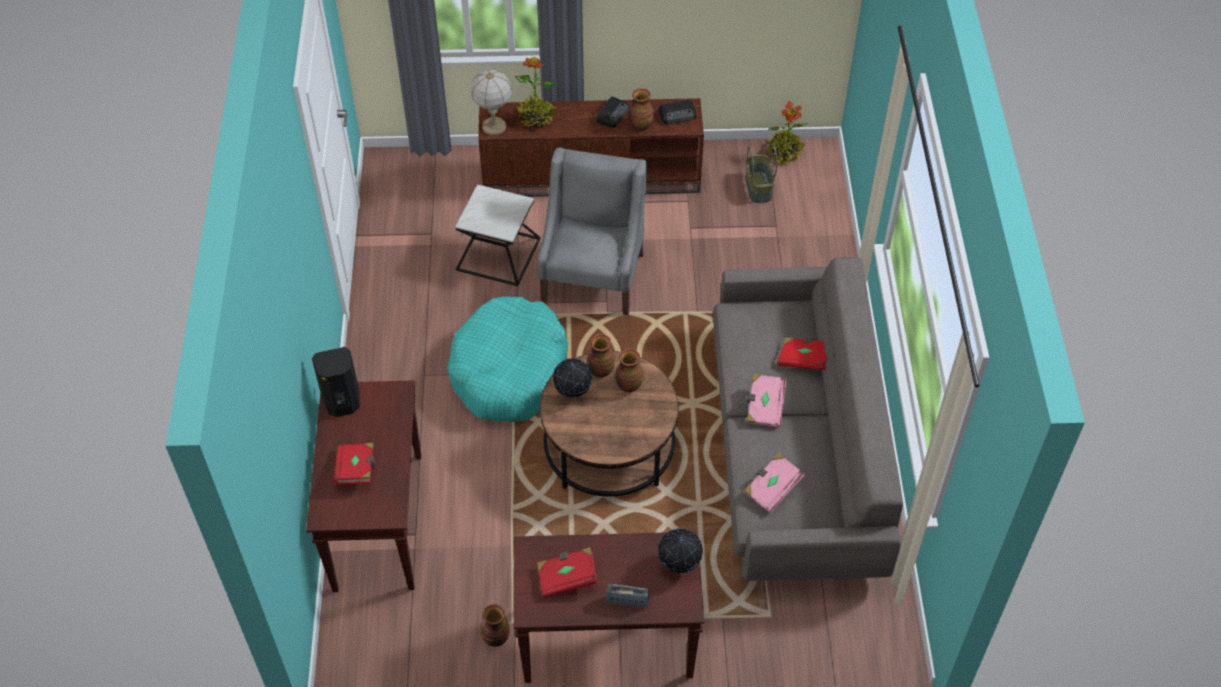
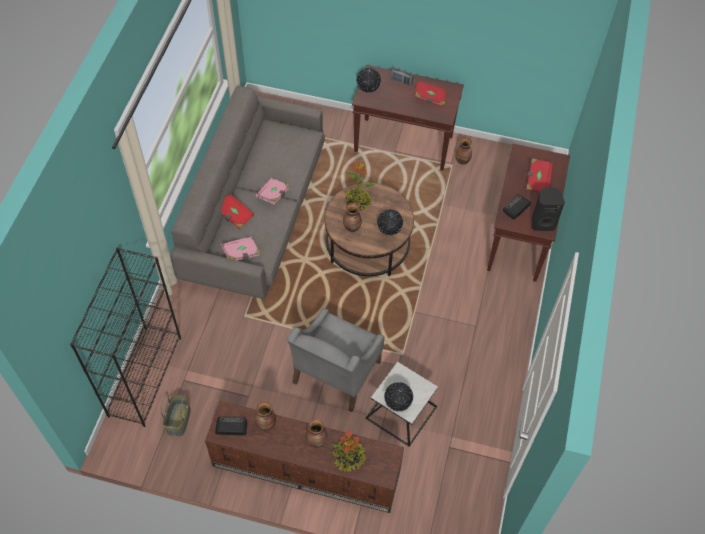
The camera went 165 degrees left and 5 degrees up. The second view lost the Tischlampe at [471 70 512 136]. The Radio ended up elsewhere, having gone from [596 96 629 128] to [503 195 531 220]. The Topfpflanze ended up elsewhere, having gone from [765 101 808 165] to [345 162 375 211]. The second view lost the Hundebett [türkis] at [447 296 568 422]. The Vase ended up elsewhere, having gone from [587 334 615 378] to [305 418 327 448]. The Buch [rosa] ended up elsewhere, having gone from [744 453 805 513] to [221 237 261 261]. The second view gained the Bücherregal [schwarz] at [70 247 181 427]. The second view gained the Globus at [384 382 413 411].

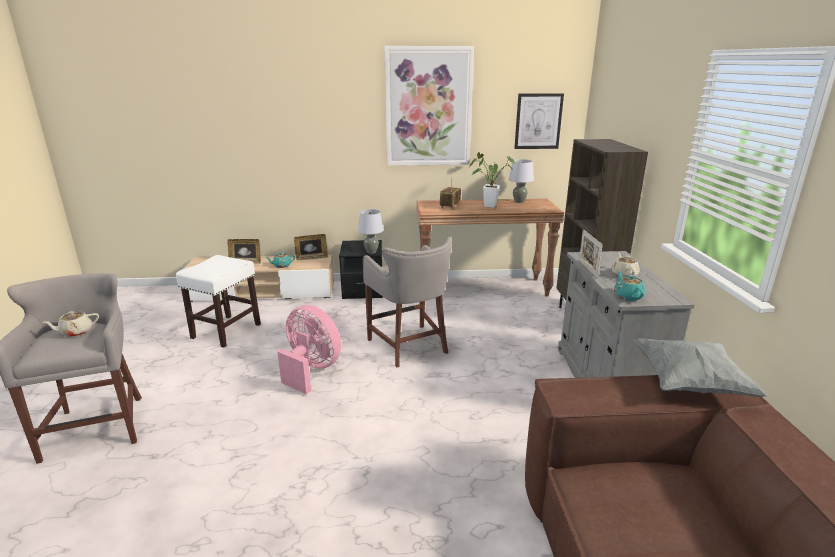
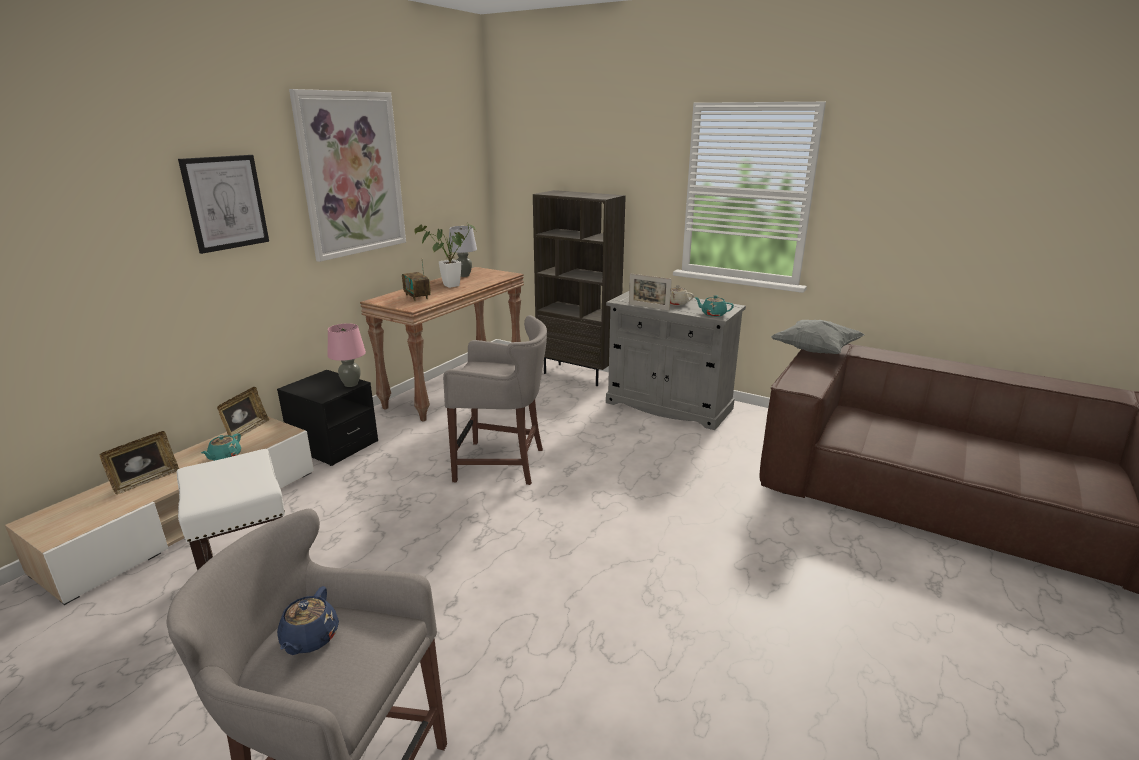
The camera went 55 degrees left and 0 degrees up. The Bild ended up elsewhere, having gone from [514 93 564 149] to [178 155 269 254]. What was the Tischlampe [grau] at [358 209 383 254] turned into the Tischlampe [rosa] at [328 323 366 387]. The second view lost the Ventilator [rosa] at [277 305 341 394]. What was the Teekanne [beige] at [42 311 99 337] turned into the Teekanne [blau] at [277 586 339 655].

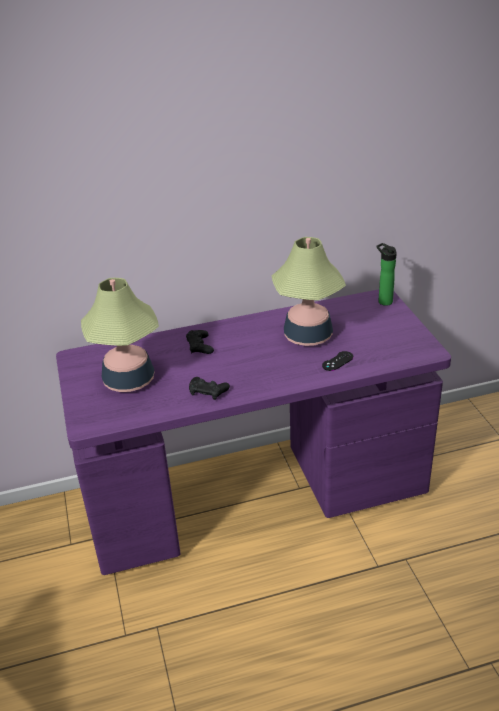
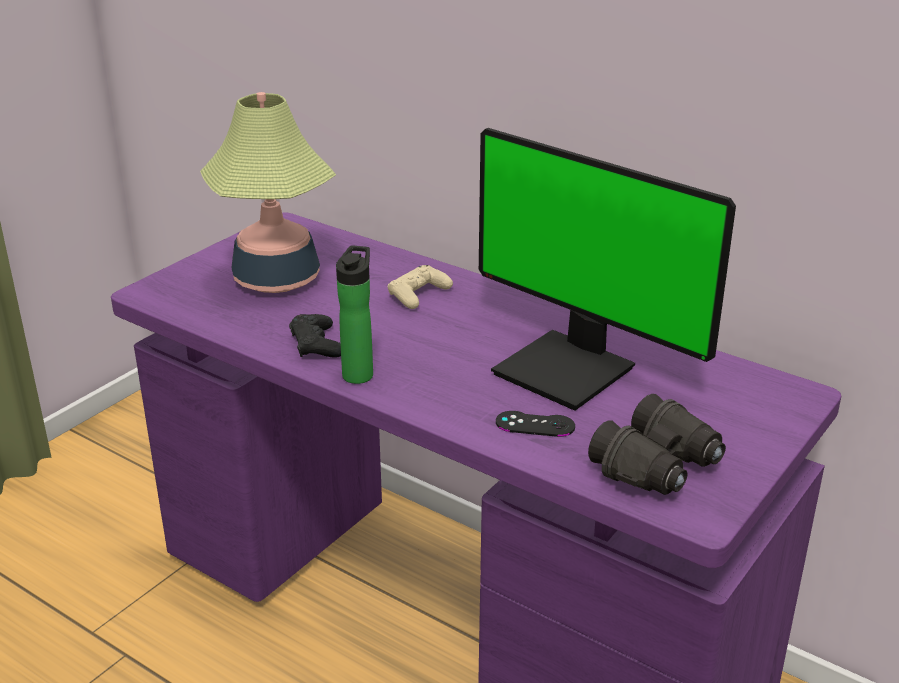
The camera went 50 degrees right and 5 degrees down. Where the Tischlampe stood at [272 237 346 346], the Monitor came to stand at [479 128 736 411]. The Flasche ended up elsewhere, having gone from [376 243 397 306] to [336 246 373 384]. What was the Gamepad [schwarz] at [186 330 214 354] turned into the Gamepad [beige] at [388 265 453 309]. The second view gained the Fernglas [schwarz] at [588 394 726 495].

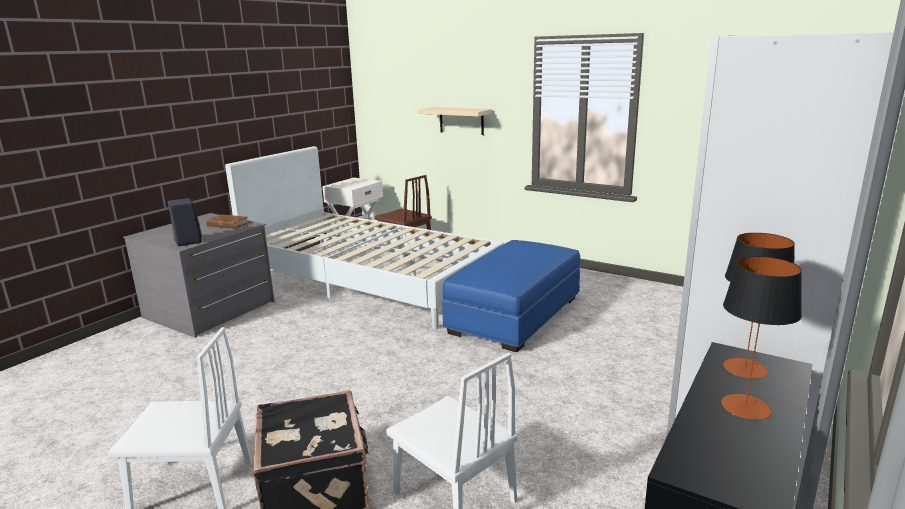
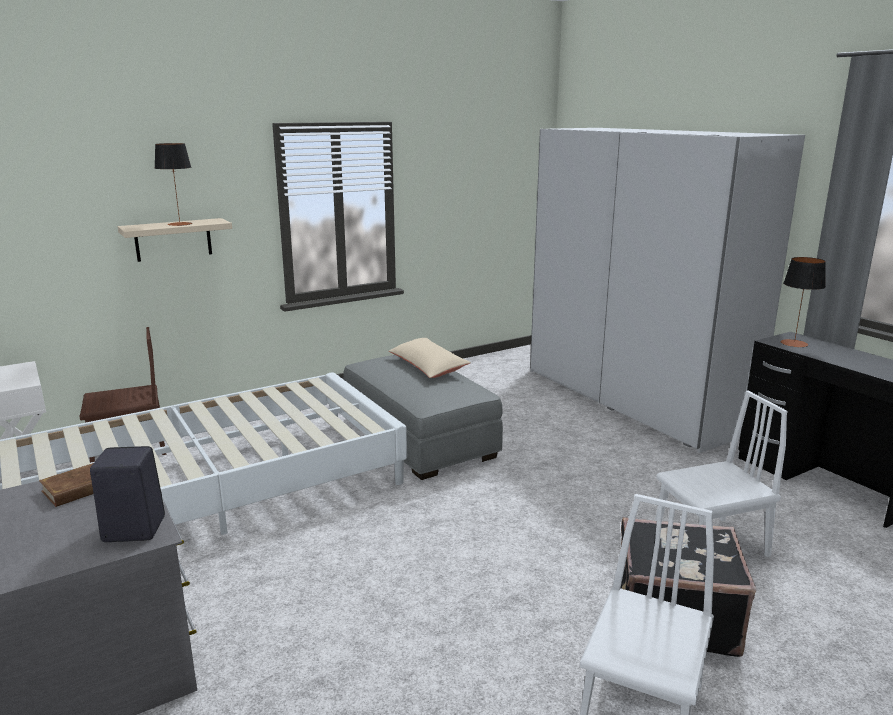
The camera went 65 degrees left and 0 degrees up. What was the Polsterhocker [blau] at [442 240 580 352] turned into the Polsterhocker [grau] at [343 355 503 480]. The Tischlampe ended up elsewhere, having gone from [722 256 802 420] to [155 143 192 226]. The second view gained the Kissen [beige] at [389 338 471 378].

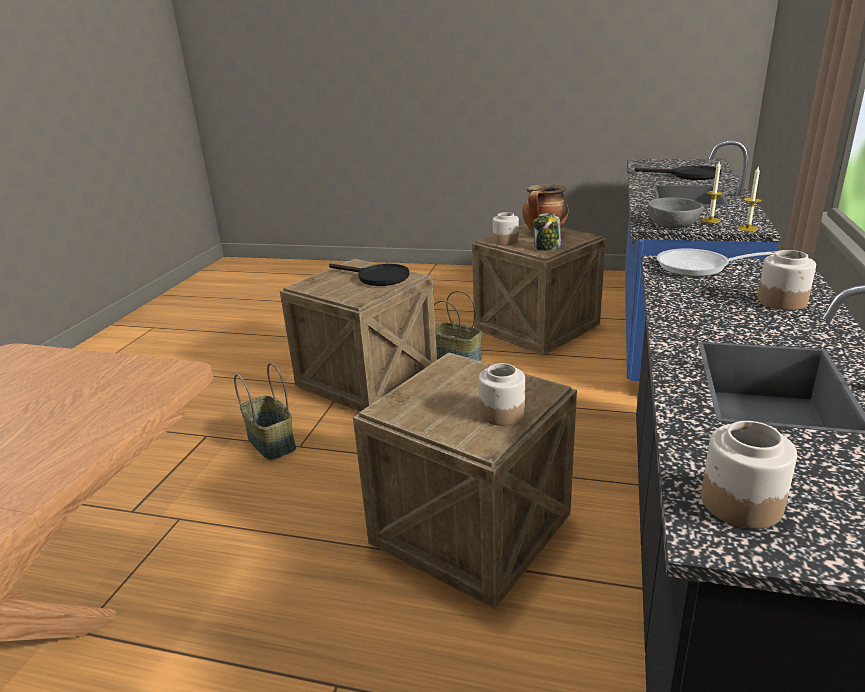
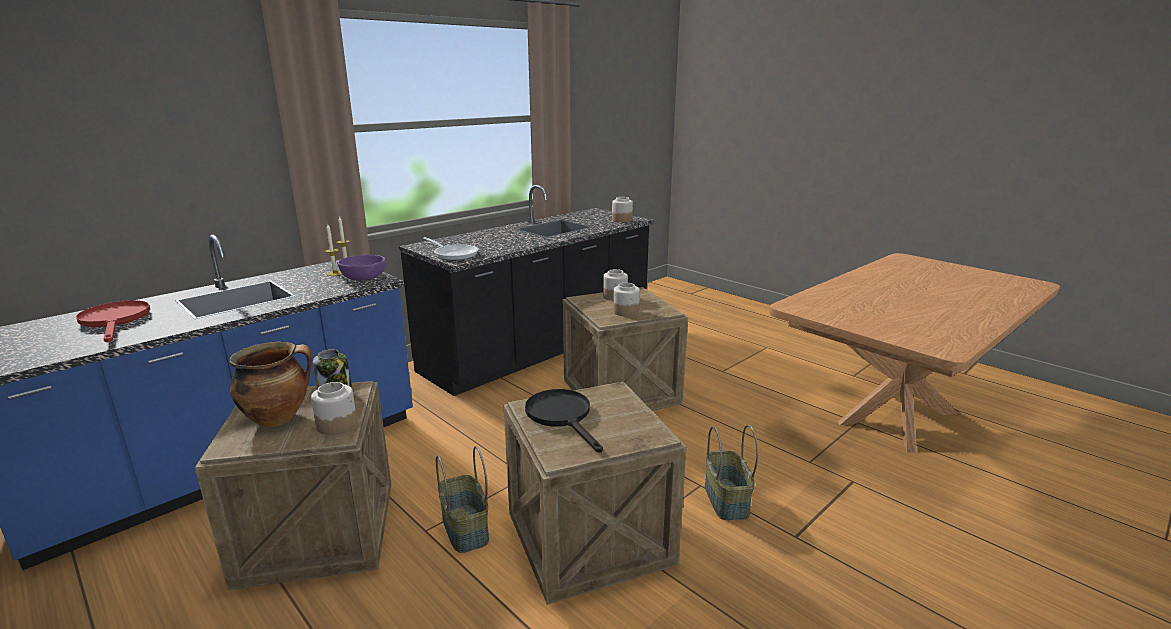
The camera went 150 degrees left and 5 degrees down. What was the Pfanne [schwarz] at [635 166 721 180] turned into the Pfanne [rot] at [76 300 150 342]. What was the Schüssel [grau] at [648 198 703 228] turned into the Schüssel [lila] at [337 255 386 280]. The Vorratsglas ended up elsewhere, having gone from [757 250 816 310] to [613 283 640 317].

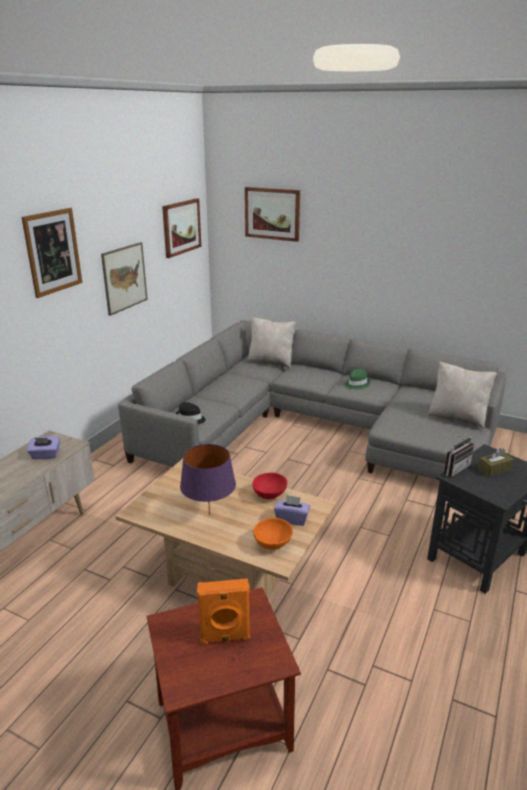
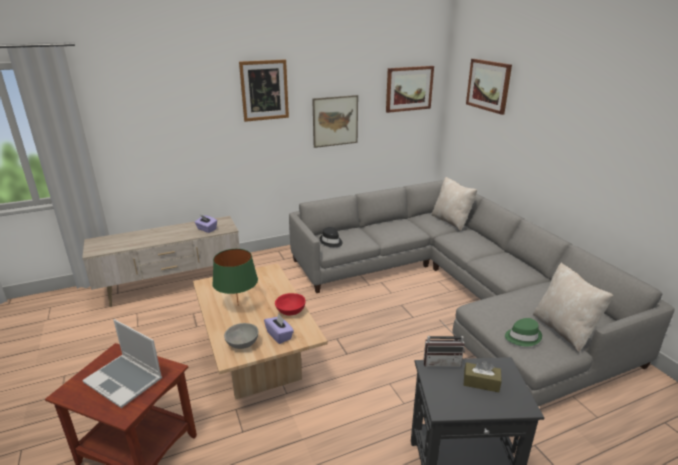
The camera went 40 degrees right and 0 degrees up. The Hut [grün] ended up elsewhere, having gone from [345 369 370 390] to [505 318 542 346]. What was the Tischlampe [lila] at [180 444 236 515] turned into the Tischlampe [grün] at [212 249 258 306]. What was the Schüssel [orange] at [253 518 293 550] turned into the Schüssel [grau] at [224 323 258 349]. Where the Lautsprecher [orange] stood at [197 578 250 644], the Laptop came to stand at [82 319 162 408].

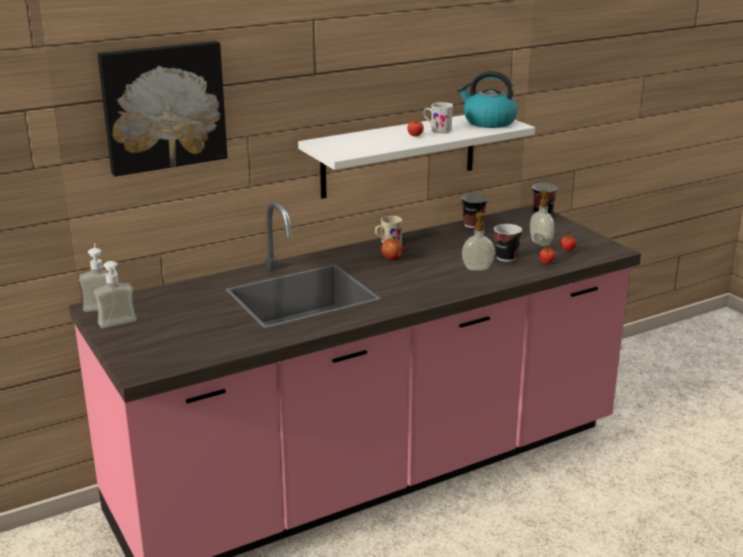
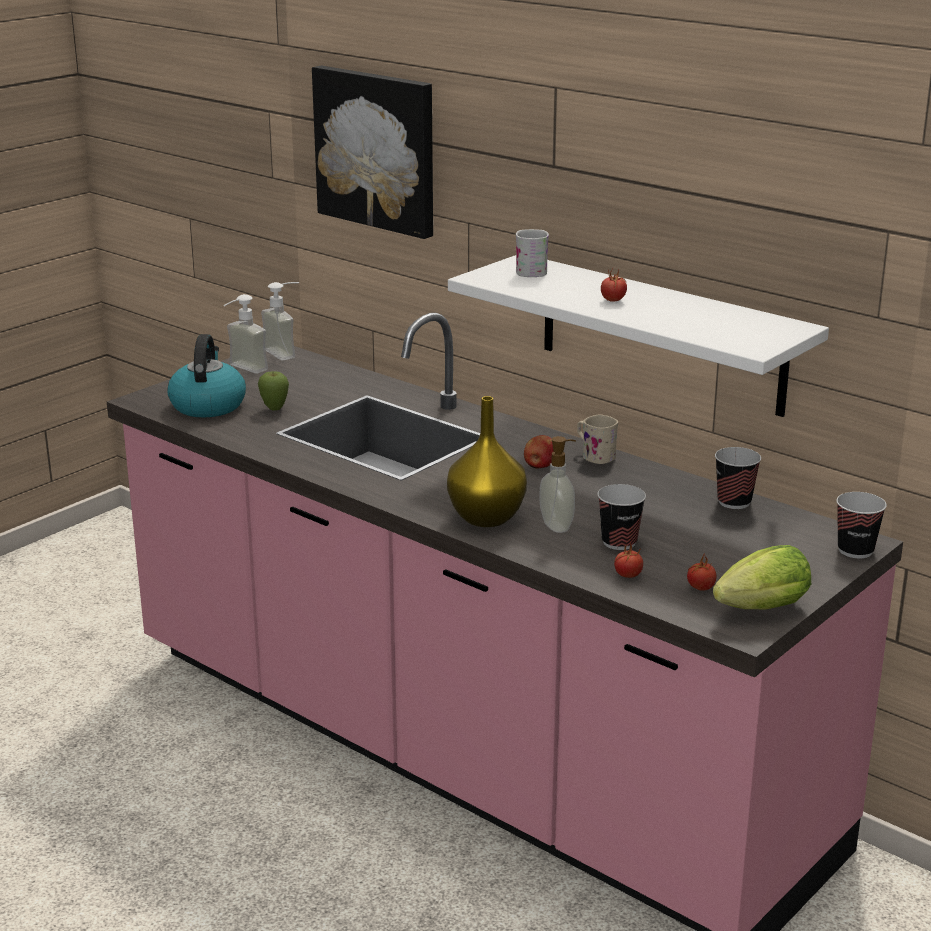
The camera went 70 degrees right and 0 degrees up. The Wasserkessel ended up elsewhere, having gone from [457 71 518 128] to [167 334 246 417]. The Henkelbecher [weiß] ended up elsewhere, having gone from [424 102 453 133] to [516 229 549 277]. The second view lost the Seifenspender at [530 190 554 246]. The second view gained the Apfel at [258 372 289 411]. The second view gained the Vase [gelb] at [447 396 527 527]. The second view gained the Salatkopf at [713 545 811 610].

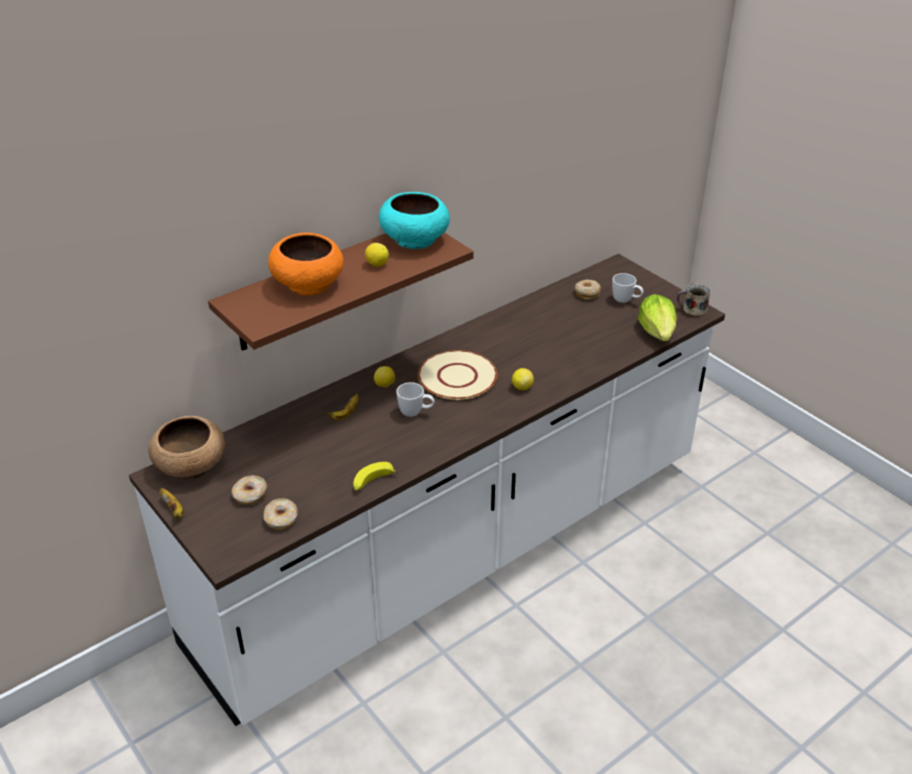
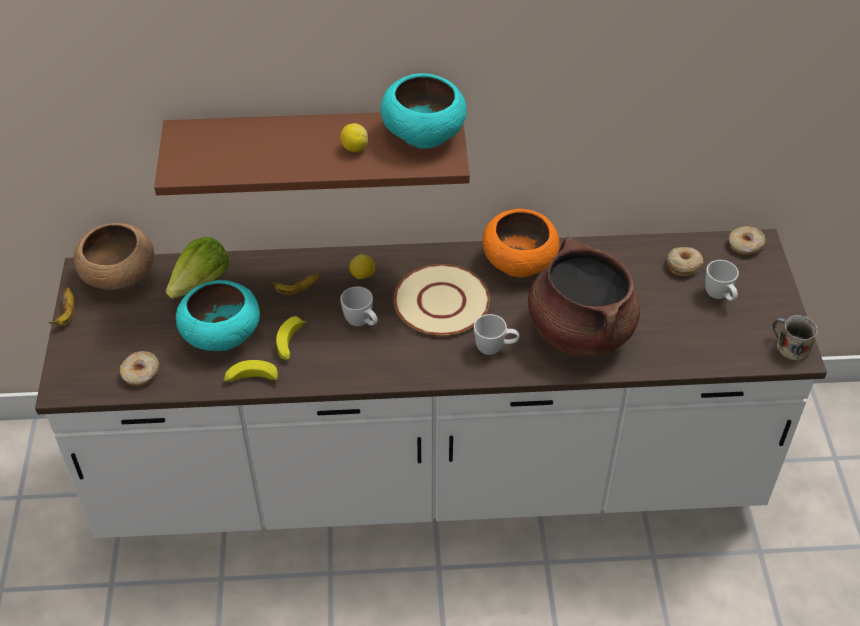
The camera went 35 degrees right and 10 degrees up. The Schüssel [orange] ended up elsewhere, having gone from [268 233 344 296] to [482 209 560 277]. The Salatkopf ended up elsewhere, having gone from [638 294 677 341] to [166 237 229 299]. Where the Zitrone stood at [512 368 534 390], the Henkelbecher [weiß] came to stand at [474 314 519 355]. The Donut ended up elsewhere, having gone from [232 475 267 505] to [729 226 766 255]. The second view gained the Kochtopf [braun] at [528 237 640 357]. The second view gained the Schüssel [türkis] at [176 280 260 351]. The second view gained the Banane at [276 316 307 360].

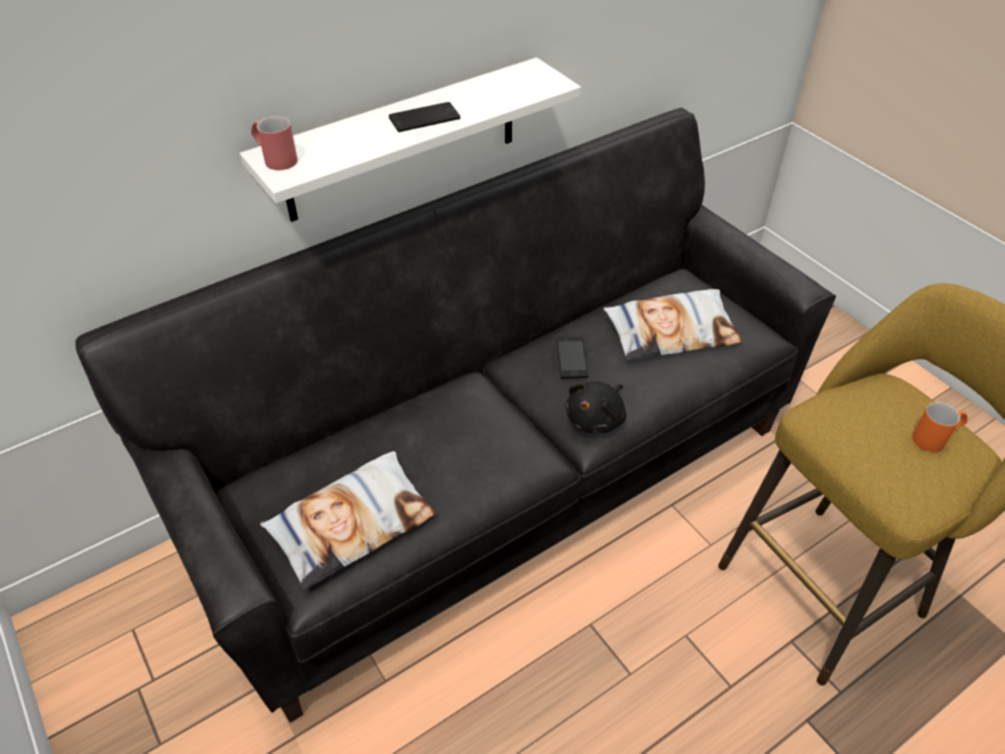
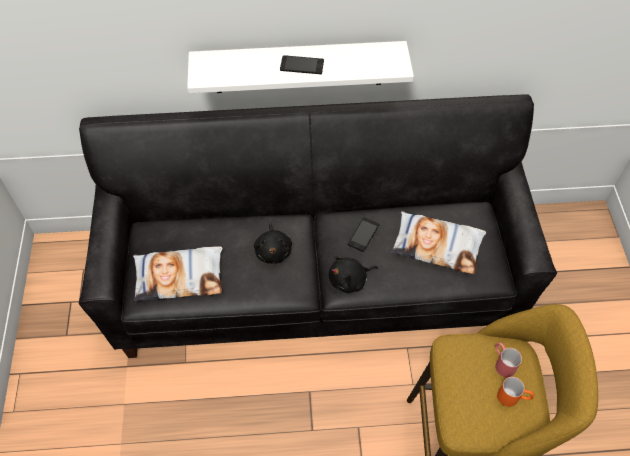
The camera went 30 degrees right and 10 degrees up. The Henkelbecher [rot] ended up elsewhere, having gone from [251 116 298 170] to [495 342 522 377]. The second view gained the Plüschtier [schwarz] at [254 223 292 264].

